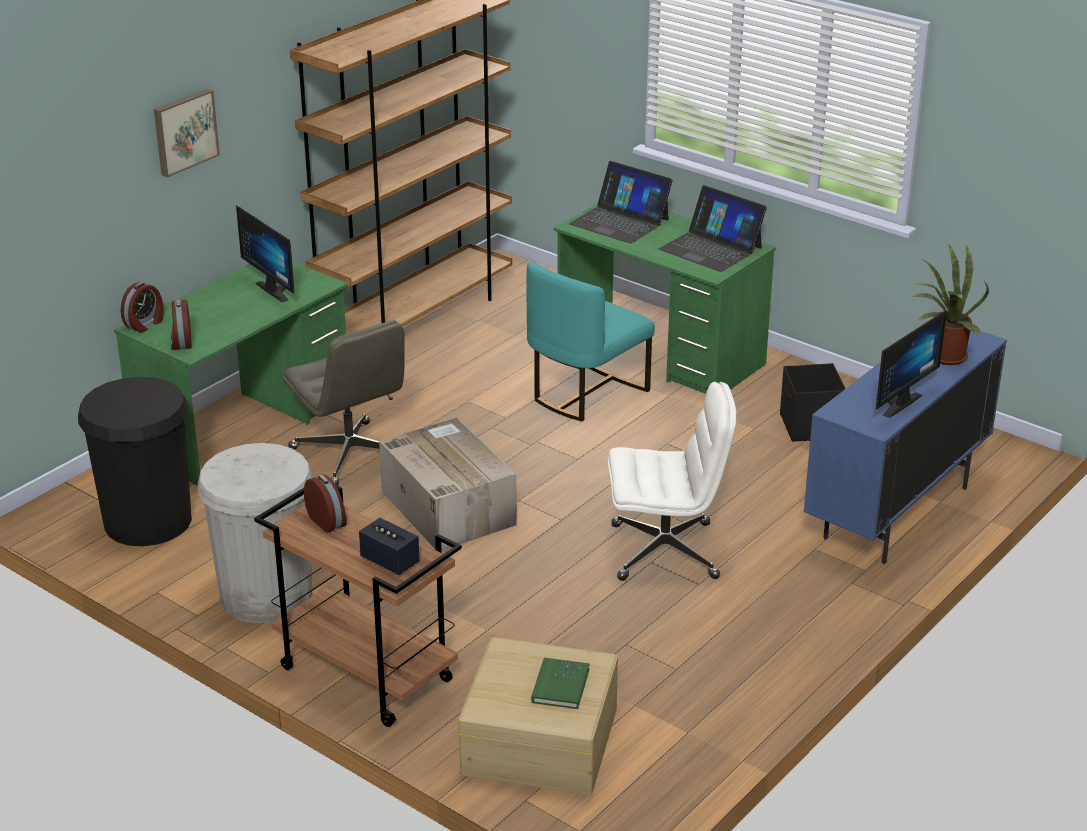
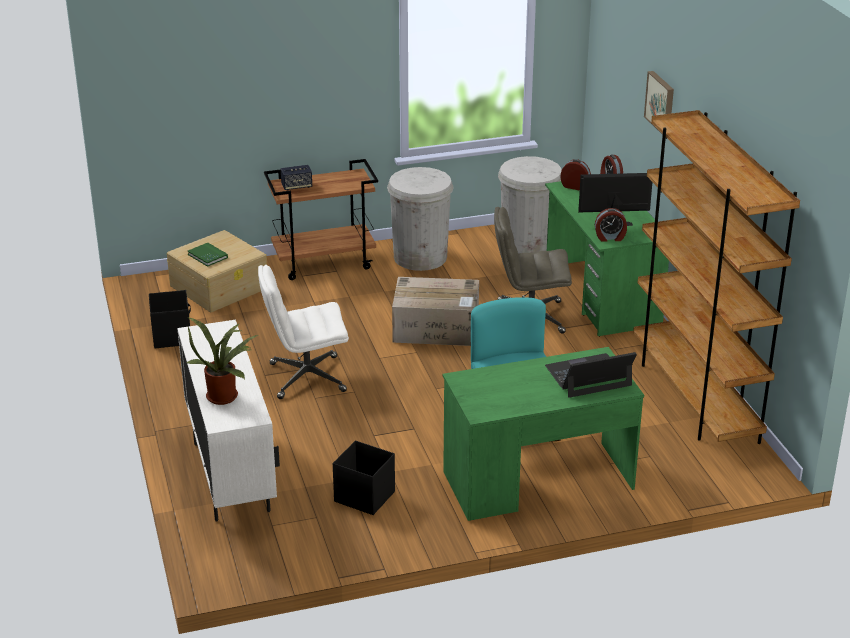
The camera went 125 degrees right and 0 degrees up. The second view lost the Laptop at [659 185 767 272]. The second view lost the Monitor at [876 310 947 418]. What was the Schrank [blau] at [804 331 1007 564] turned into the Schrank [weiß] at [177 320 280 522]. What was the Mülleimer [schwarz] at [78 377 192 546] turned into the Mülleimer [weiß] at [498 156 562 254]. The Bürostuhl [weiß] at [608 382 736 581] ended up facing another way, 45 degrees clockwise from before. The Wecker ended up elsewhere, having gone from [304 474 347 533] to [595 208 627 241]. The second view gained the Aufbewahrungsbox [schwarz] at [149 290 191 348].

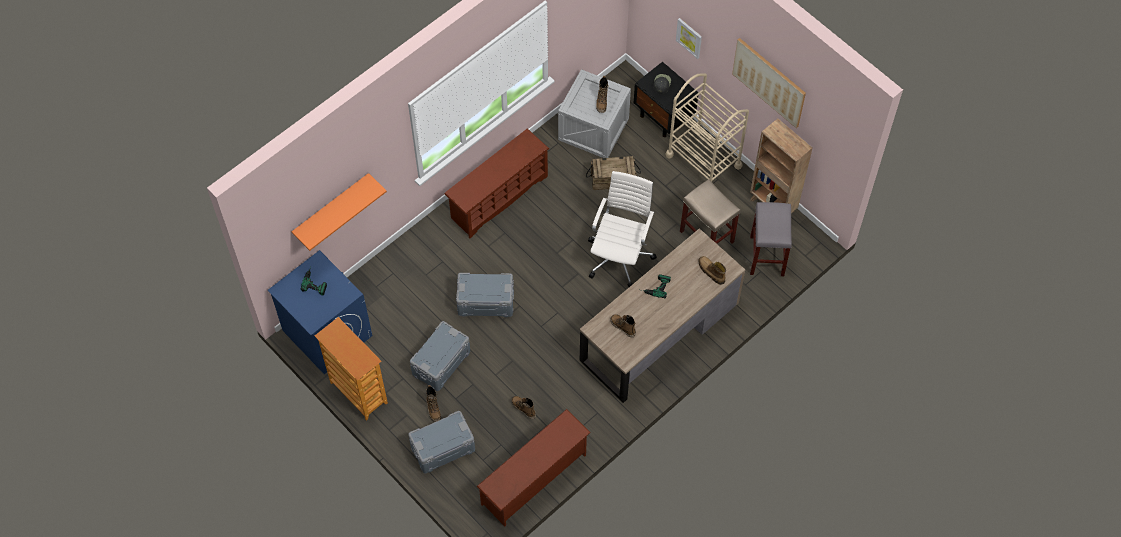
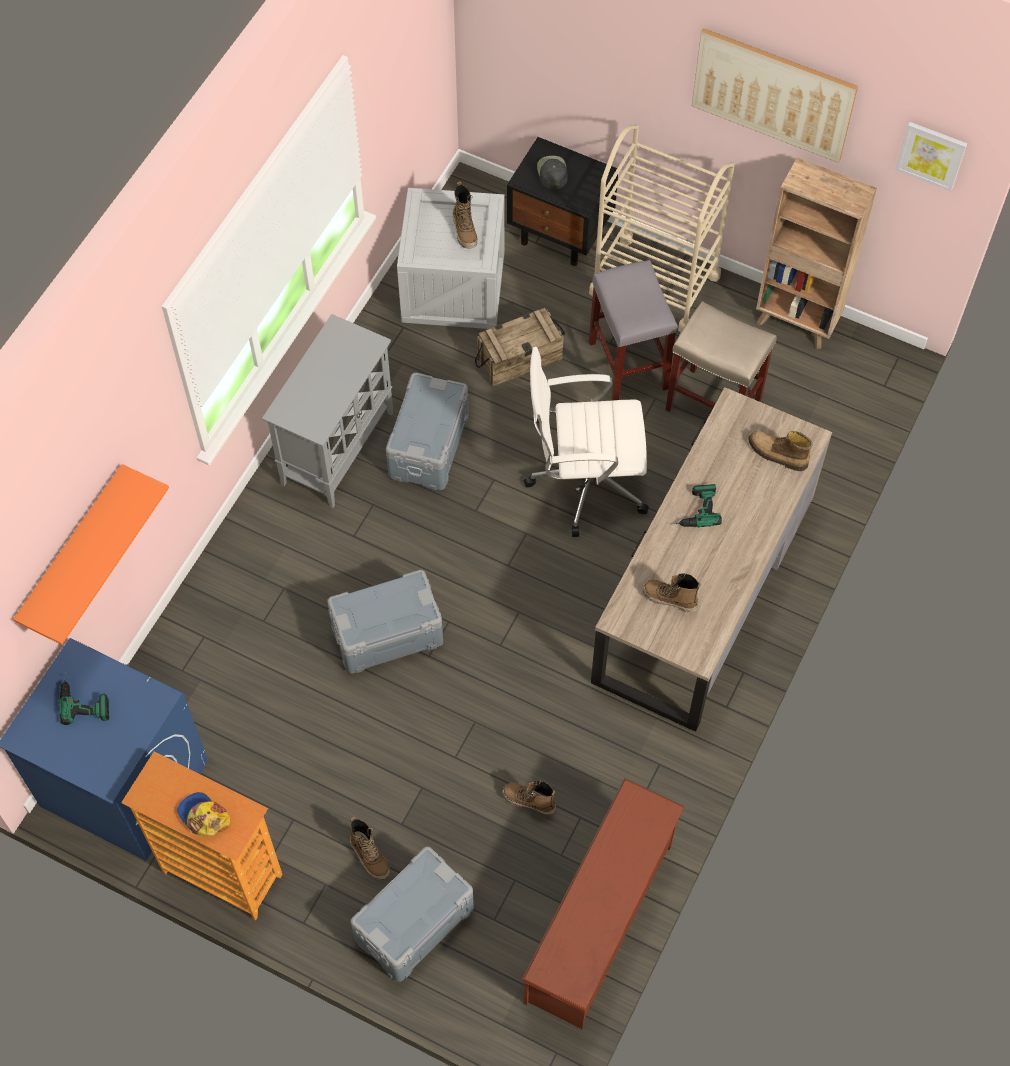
The camera went 20 degrees left and 0 degrees up. The Bild ended up elsewhere, having gone from [676 18 702 59] to [896 122 967 191]. Where the Schuhregal [braun] stood at [444 129 550 238], the Schrank [grau] came to stand at [262 314 393 508]. The Bürostuhl [weiß] at [588 171 657 287] ended up facing another way, 90 degrees counterclockwise from before. The Hocker [grau] ended up elsewhere, having gone from [750 202 792 276] to [589 260 678 400]. The Aufbewahrungsbox [grau] ended up elsewhere, having gone from [410 321 470 391] to [386 373 469 490]. The second view gained the Kappe at [177 792 231 836].

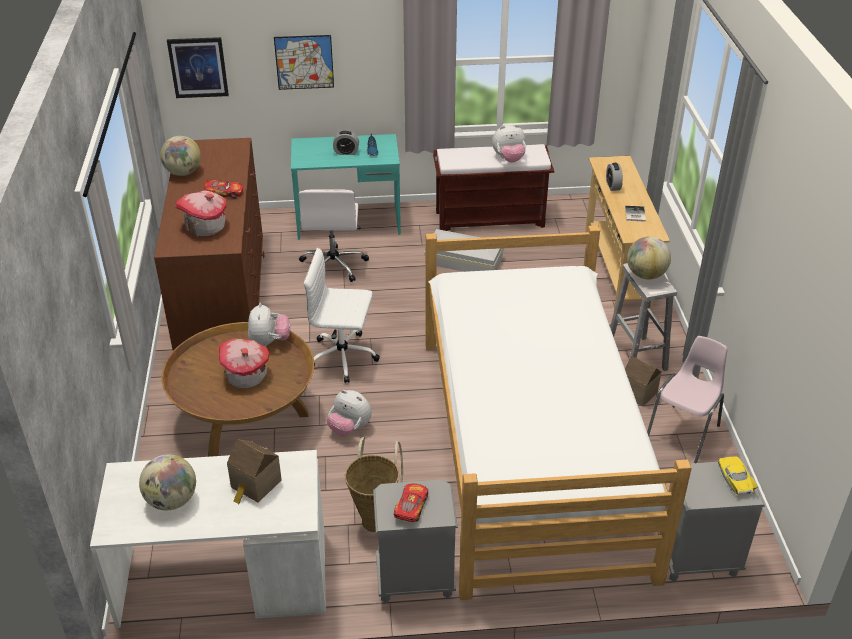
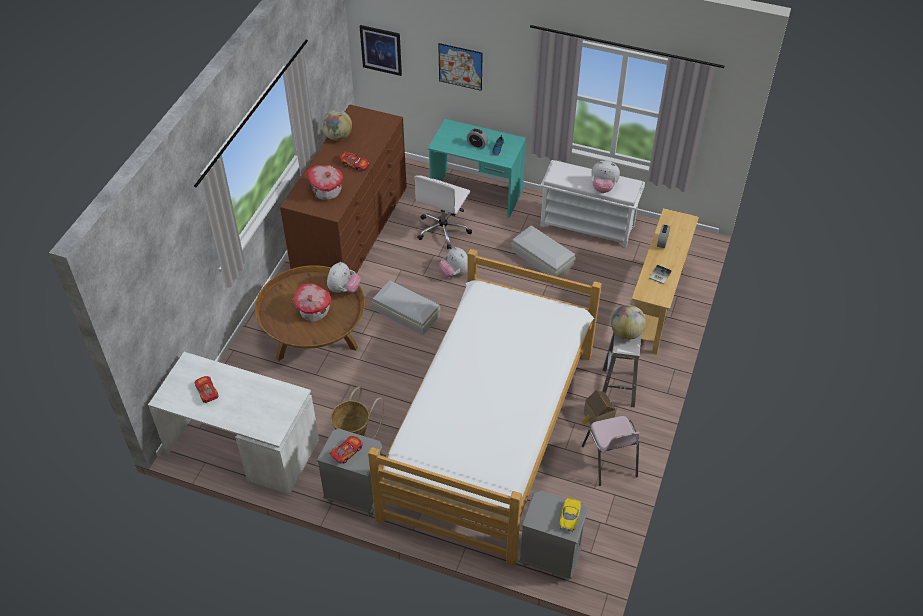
The camera went 25 degrees right and 10 degrees up. What was the Bank [braun] at [433 144 554 231] turned into the Bank [weiß] at [540 160 645 248]. Where the Bürostuhl [weiß] stood at [304 248 380 383], the Aufbewahrungsbox [weiß] came to stand at [372 280 441 335]. The Stuhl [rosa] at [647 336 728 463] ended up facing another way, 105 degrees clockwise from before. The Plüschtier ended up elsewhere, having gone from [327 390 372 436] to [439 247 467 277]. The second view lost the Spielzeughaus at [227 439 282 504]. Where the Globus stood at [139 454 196 510], the Spielzeugauto came to stand at [195 376 218 403].

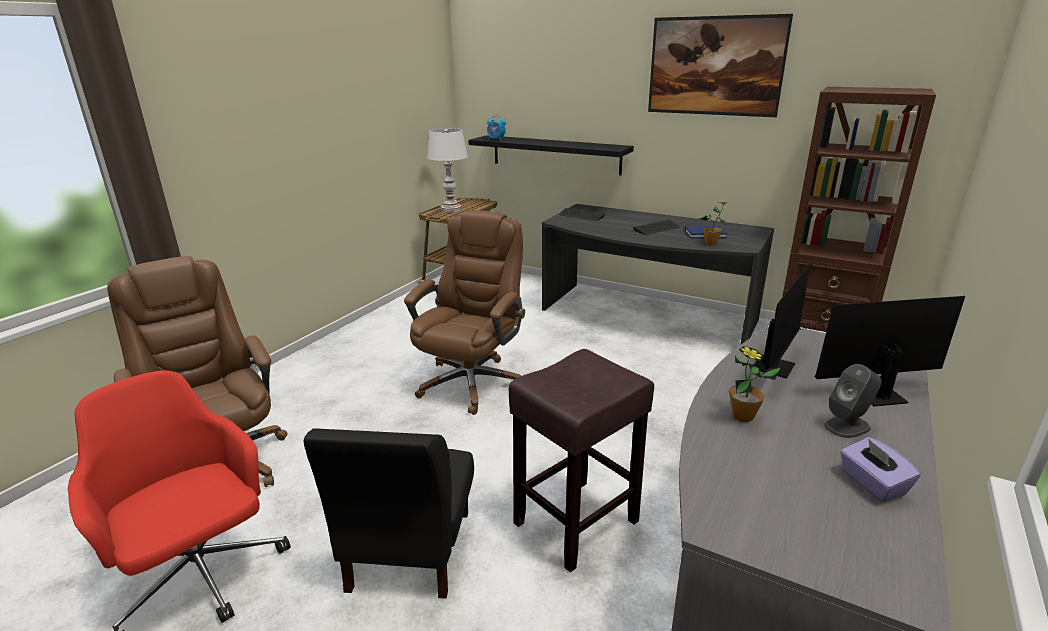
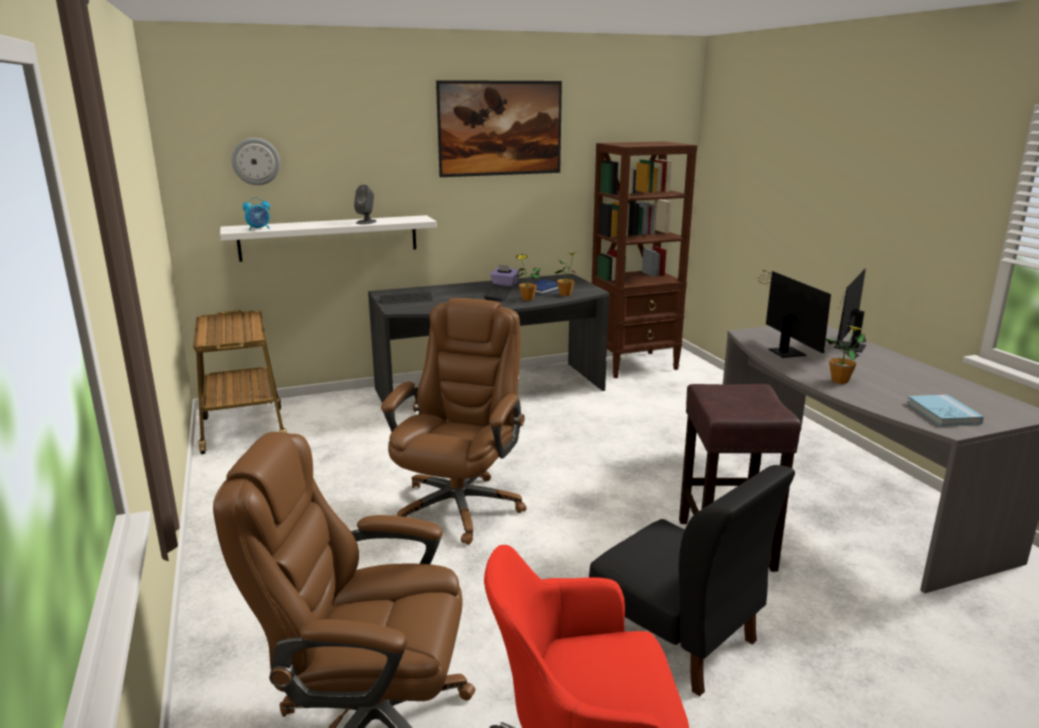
The camera went 50 degrees left and 5 degrees down. The second view lost the Tischlampe [weiß] at [427 128 468 213]. What was the Wandregal [schwarz] at [468 135 634 175] turned into the Wandregal [weiß] at [220 215 437 262]. The Bürostuhl [braun] at [404 210 525 415] ended up facing another way, 45 degrees clockwise from before. The Lautsprecher [grau] ended up elsewhere, having gone from [824 364 881 438] to [354 185 377 224]. The Taschentuchbox [lila] ended up elsewhere, having gone from [840 437 920 502] to [490 265 519 286]. The second view gained the Wanduhr at [231 138 280 185]. The second view gained the Topfpflanze at [516 254 541 301]. The second view gained the Buch [blau] at [907 395 984 426].

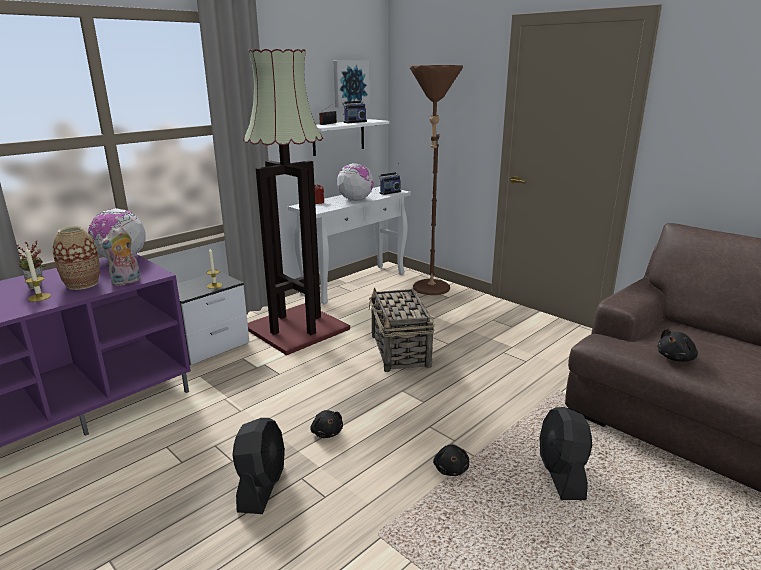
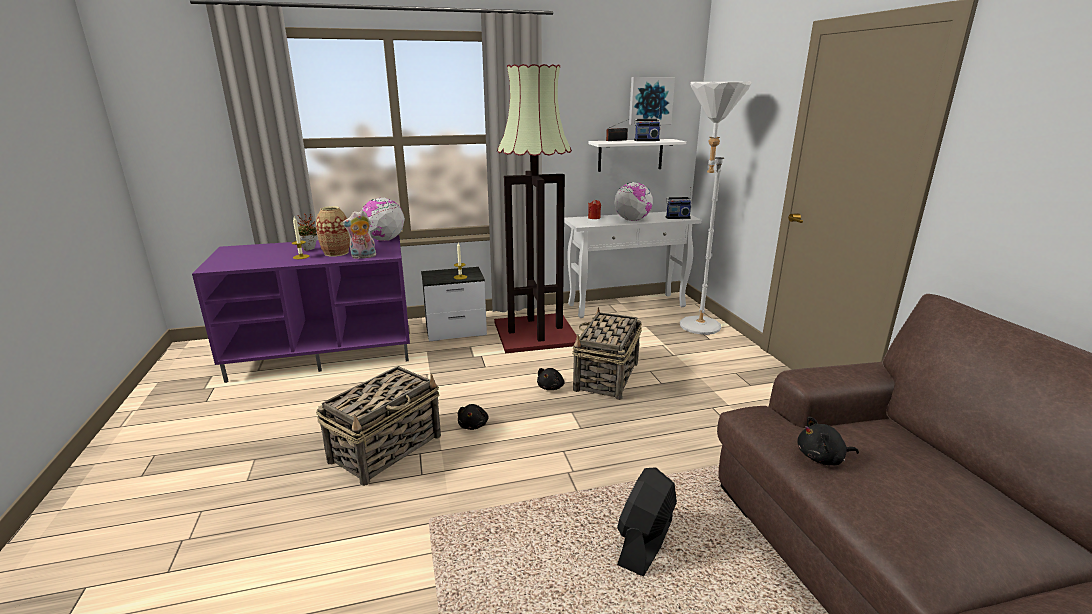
The camera went 30 degrees right and 0 degrees up. What was the Stehlampe [braun] at [409 65 463 295] turned into the Stehlampe [weiß] at [680 82 752 335]. Where the Ventilator [schwarz] stood at [232 418 285 514], the Korb came to stand at [316 366 441 486]. The Plüschtier [schwarz] ended up elsewhere, having gone from [433 445 469 476] to [537 368 564 390].

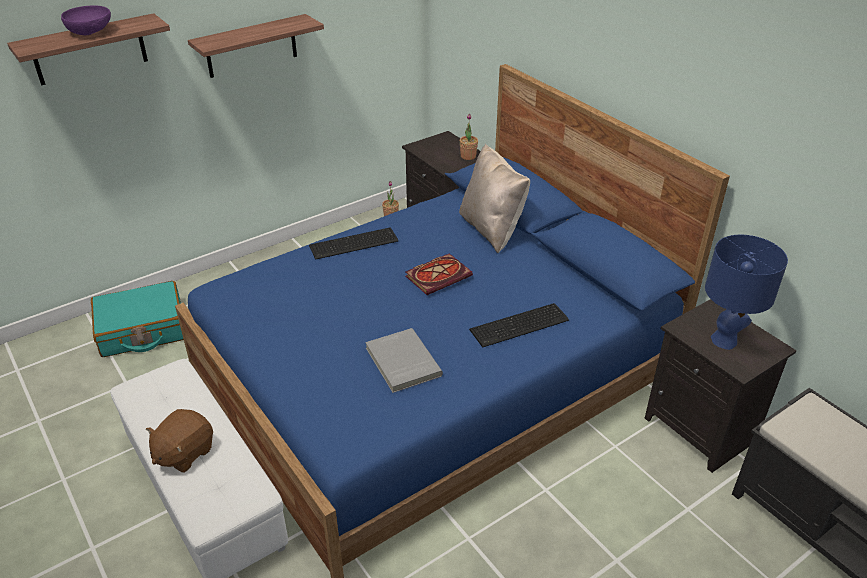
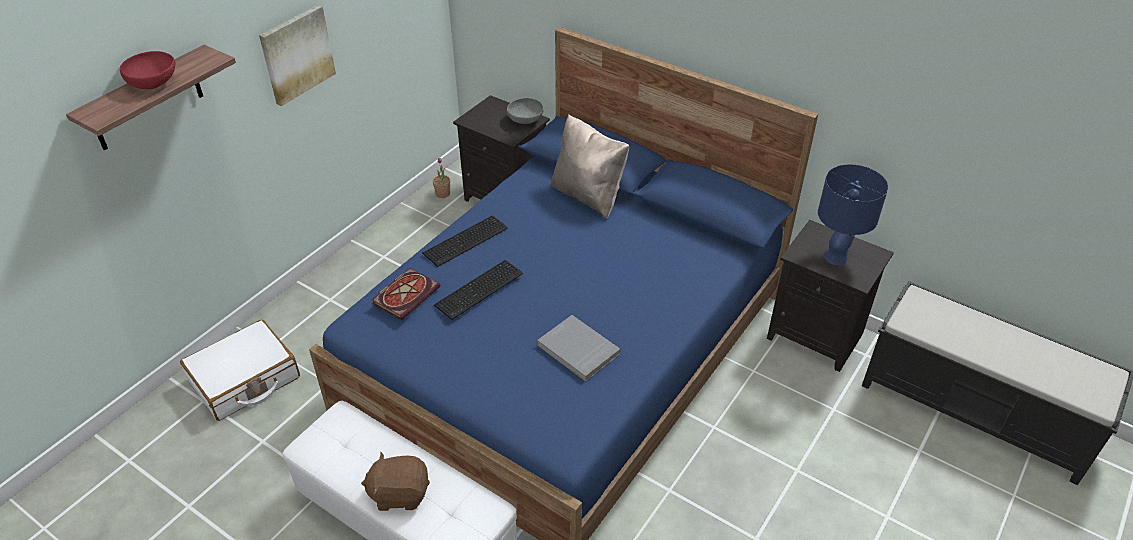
The camera went 20 degrees left and 5 degrees up. What was the Schüssel [lila] at [61 6 111 35] turned into the Schüssel [rot] at [120 51 175 89]. Where the Wandregal hung at [188 14 324 78], the Bild came to hang at [259 5 336 106]. Where the Topfpflanze stood at [460 114 478 160], the Schüssel [grau] came to stand at [507 98 544 124]. The Buch ended up elsewhere, having gone from [406 253 473 295] to [372 268 441 320]. What was the Koffer [türkis] at [91 281 184 357] turned into the Koffer [weiß] at [180 320 300 421]. The Tastatur ended up elsewhere, having gone from [469 303 569 348] to [434 260 523 320]. The Plüschtier [braun] at [146 409 213 473] ended up facing another way, 75 degrees clockwise from before.

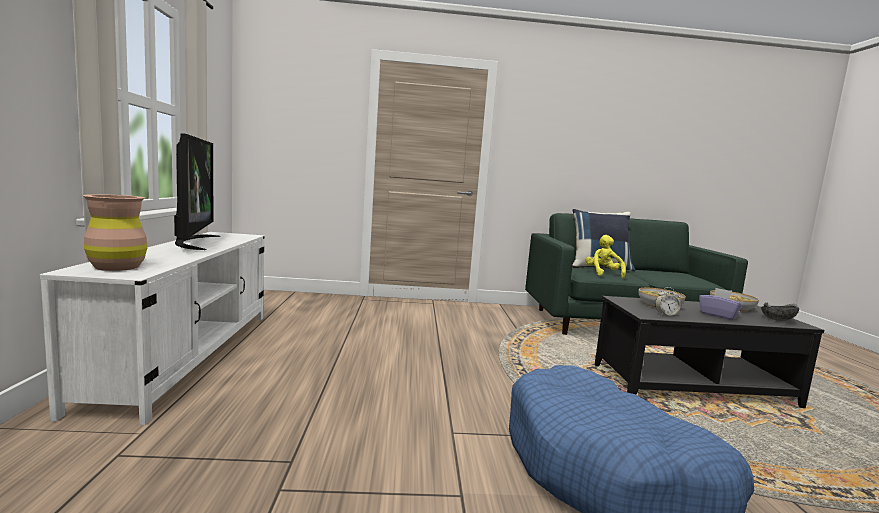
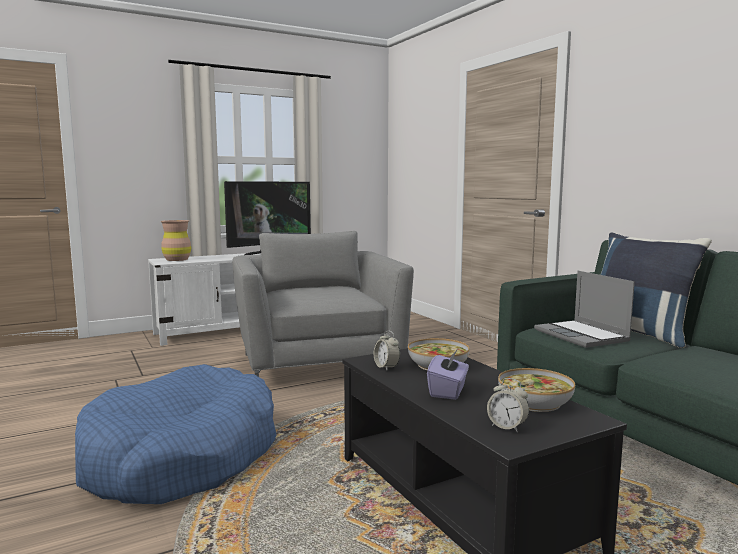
The camera went 65 degrees right and 0 degrees up. Where the Plüschtier [gelb] stood at [586 235 626 279], the Laptop came to stand at [534 271 635 348]. Where the Schüssel [grau] stood at [761 302 799 321], the Wecker came to stand at [487 378 529 432]. The second view gained the Sessel [grau] at [232 231 414 377].

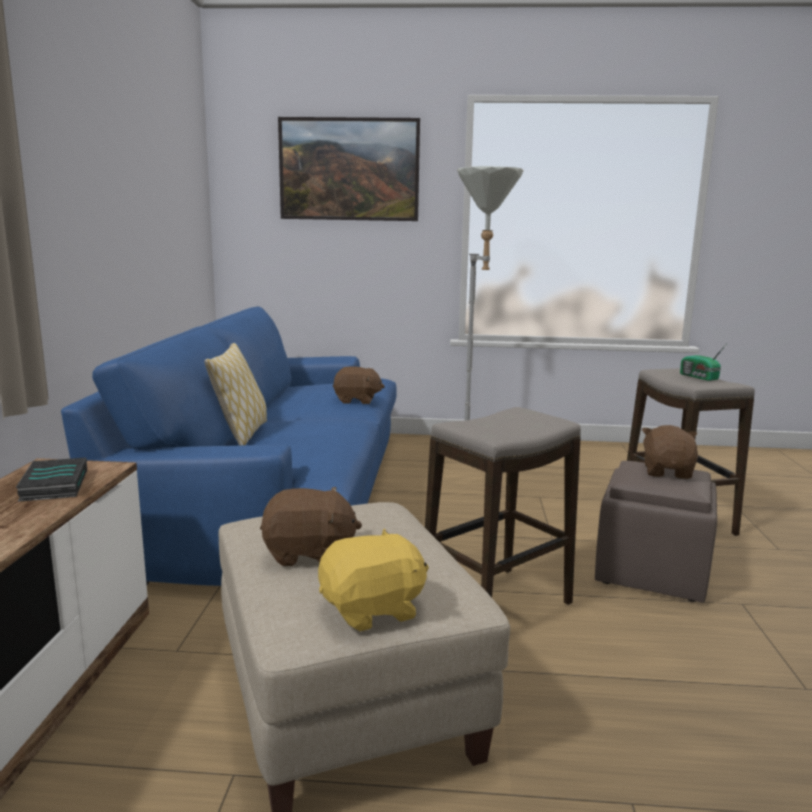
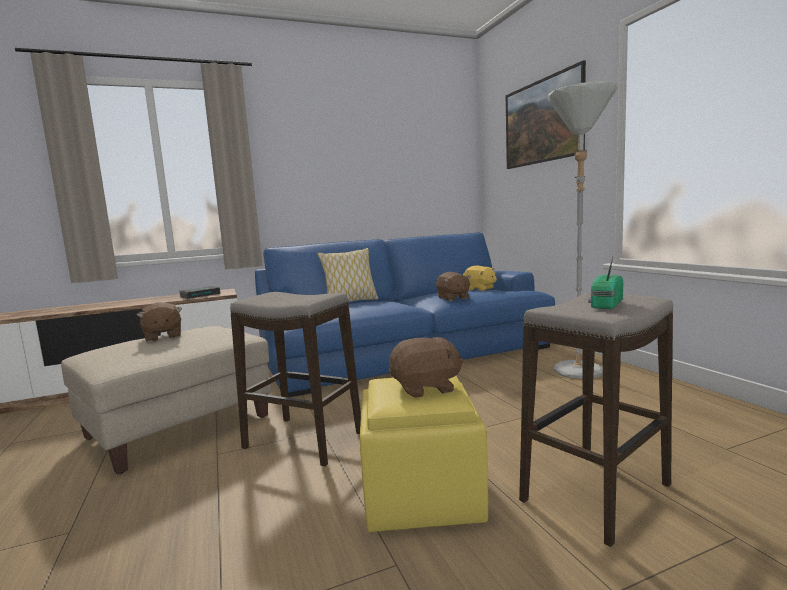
The camera went 65 degrees right and 5 degrees down. What was the Polsterhocker [braun] at [595 461 717 603] turned into the Polsterhocker [gelb] at [360 376 488 532]. The Plüschtier [gelb] ended up elsewhere, having gone from [318 528 429 631] to [463 266 497 291].

